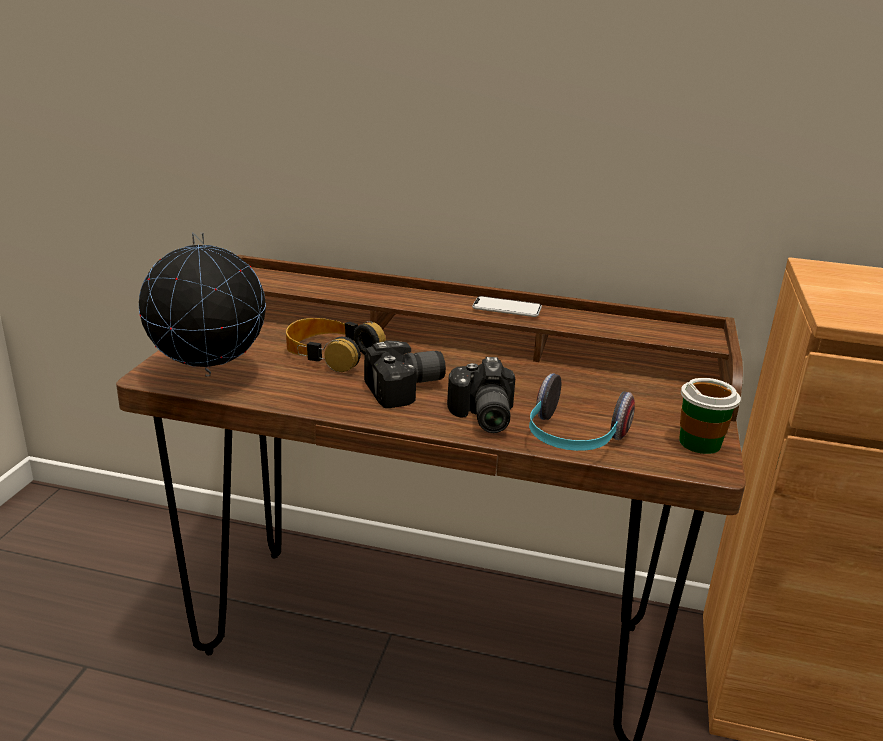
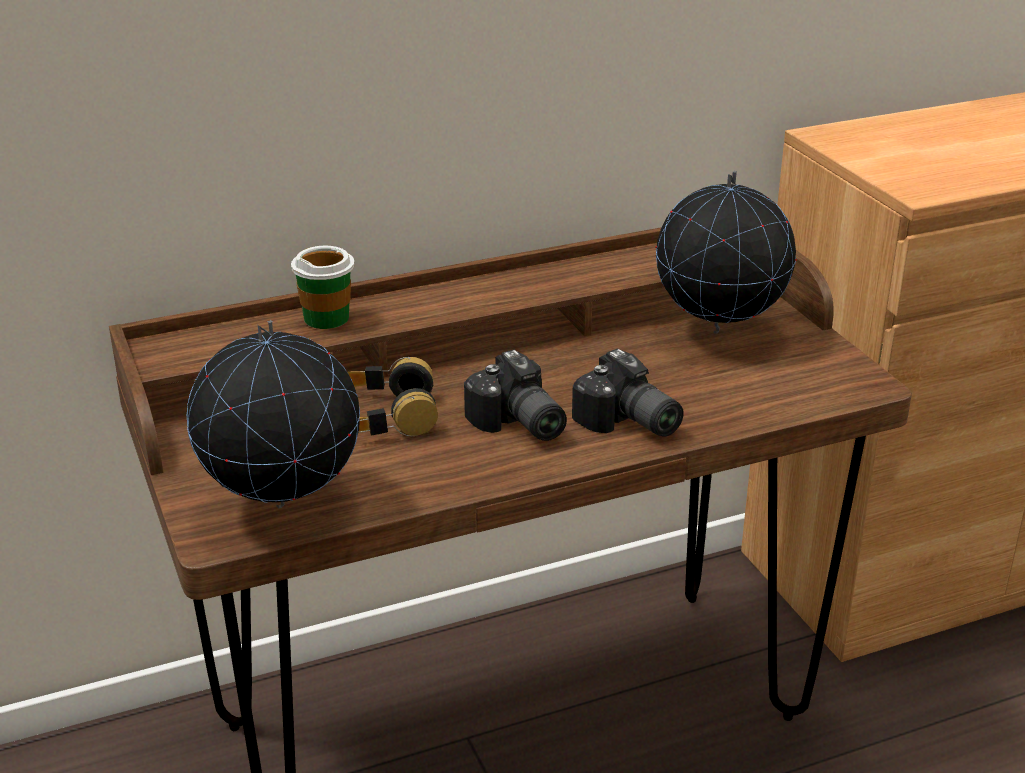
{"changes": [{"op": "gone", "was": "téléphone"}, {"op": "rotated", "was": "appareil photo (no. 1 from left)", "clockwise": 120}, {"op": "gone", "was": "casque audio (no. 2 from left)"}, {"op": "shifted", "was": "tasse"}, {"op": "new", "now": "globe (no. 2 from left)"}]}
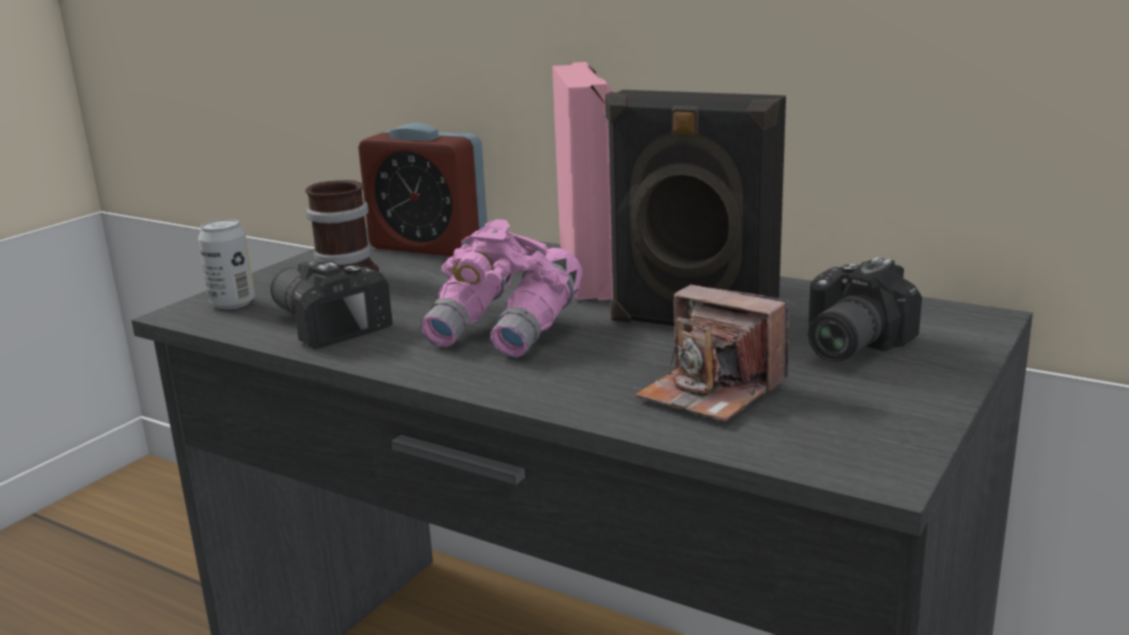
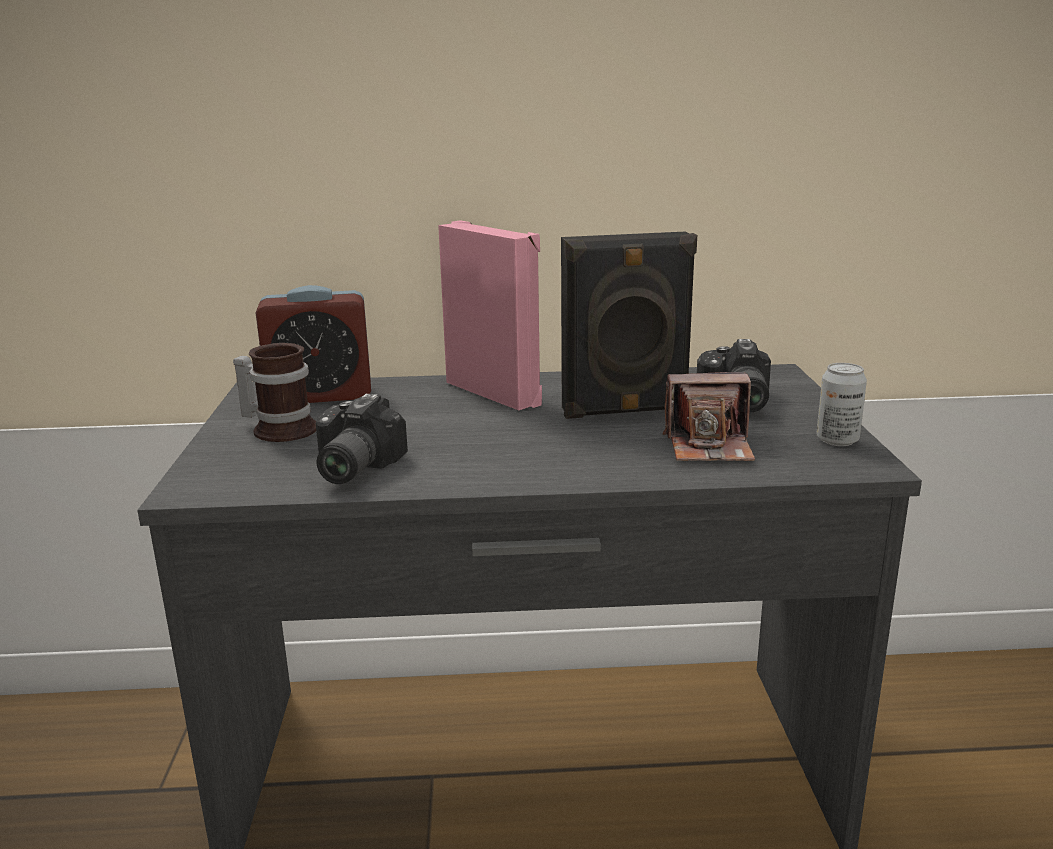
{"changes": [{"op": "shifted", "was": "boîte métallique"}, {"op": "gone", "was": "jumelles/rose"}, {"op": "rotated", "was": "appareil photo (no. 1 from left)", "clockwise": -90}]}
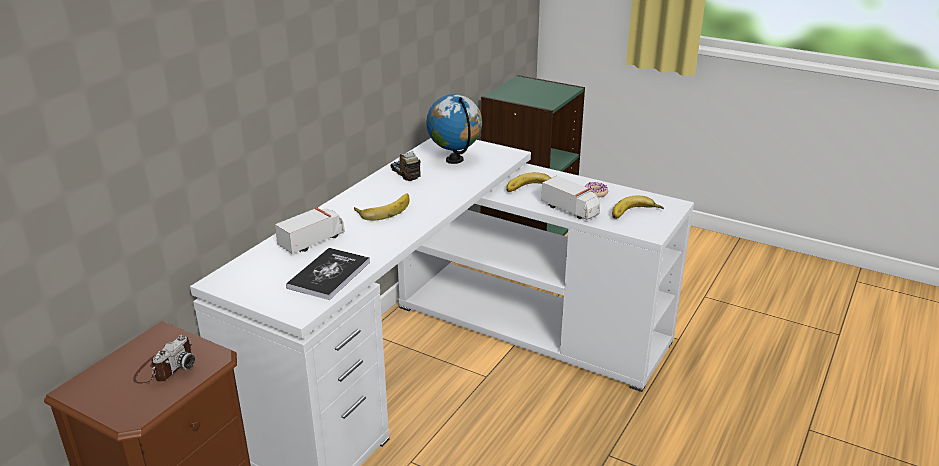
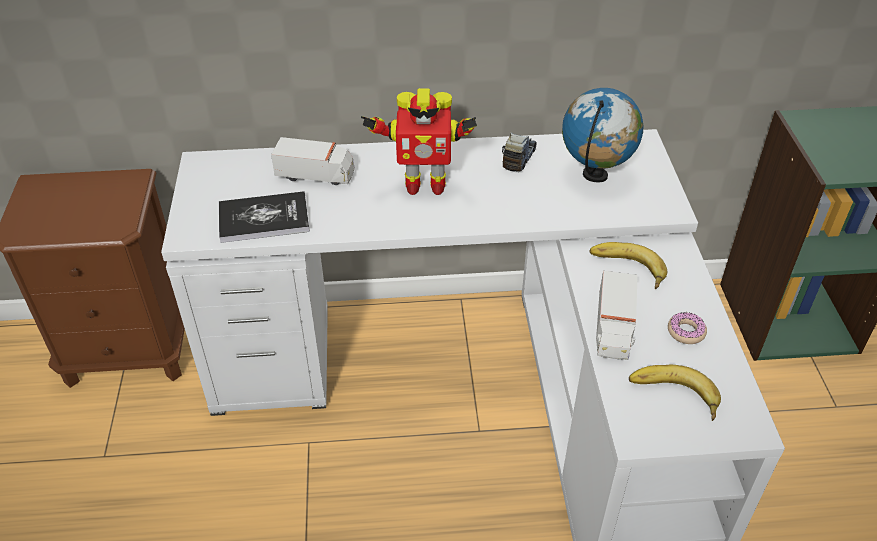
{"changes": [{"op": "swapped", "was": "banane (no. 1 from left)", "now": "robot jouet"}, {"op": "gone", "was": "appareil photo"}]}
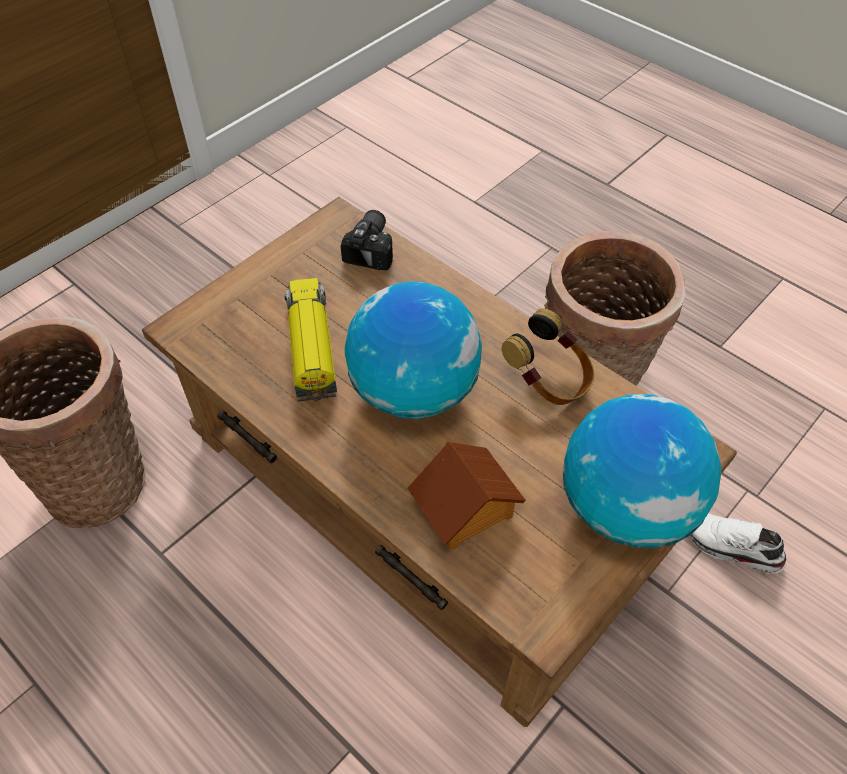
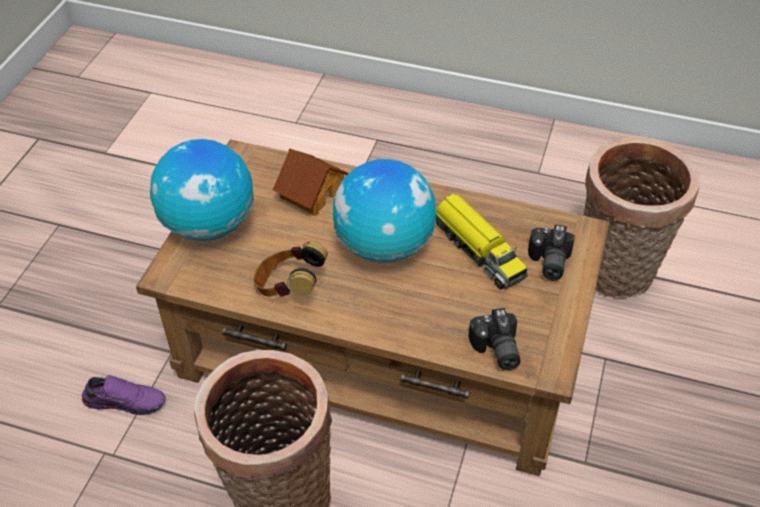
{"changes": [{"op": "repainted", "was": "chaussure/blanc", "now": "chaussure/violet"}, {"op": "new", "now": "appareil photo (no. 2 from left)"}]}
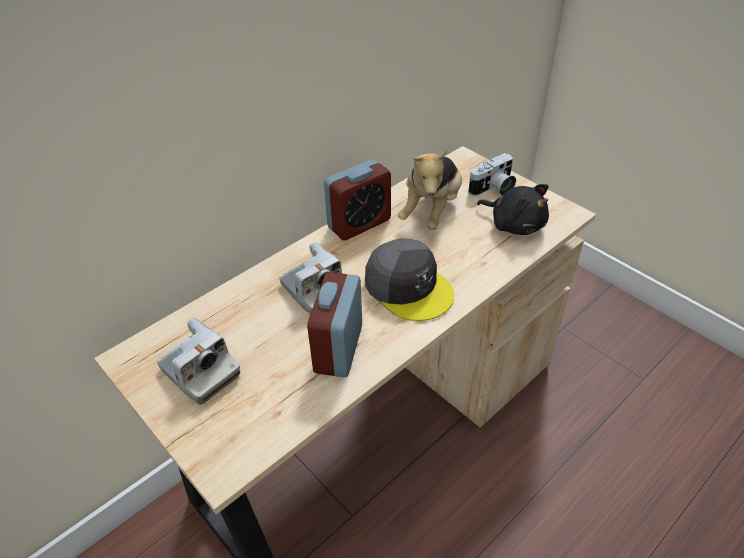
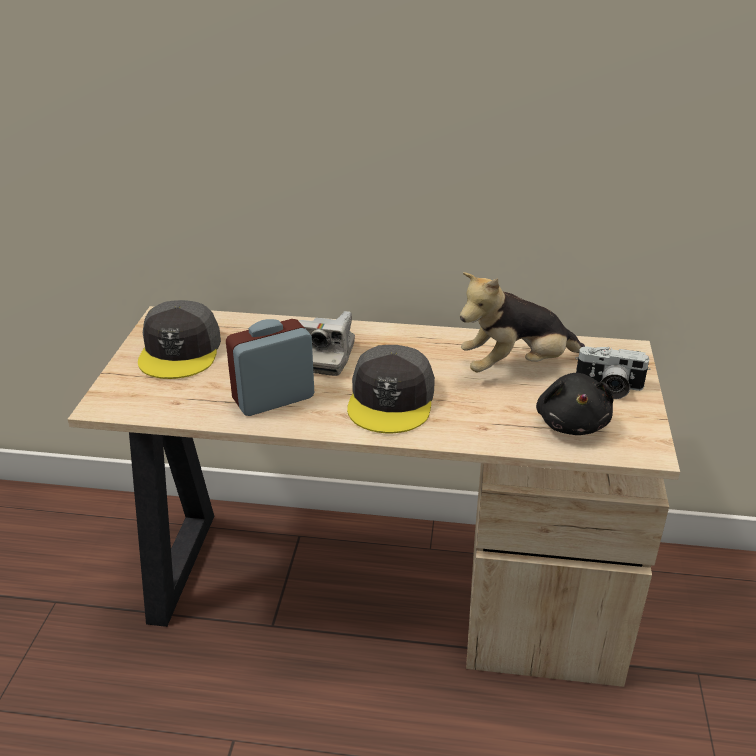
{"changes": [{"op": "gone", "was": "réveil (no. 2 from left)"}, {"op": "swapped", "was": "appareil photo (no. 1 from left)", "now": "casquette/gris (no. 1 from left)"}]}
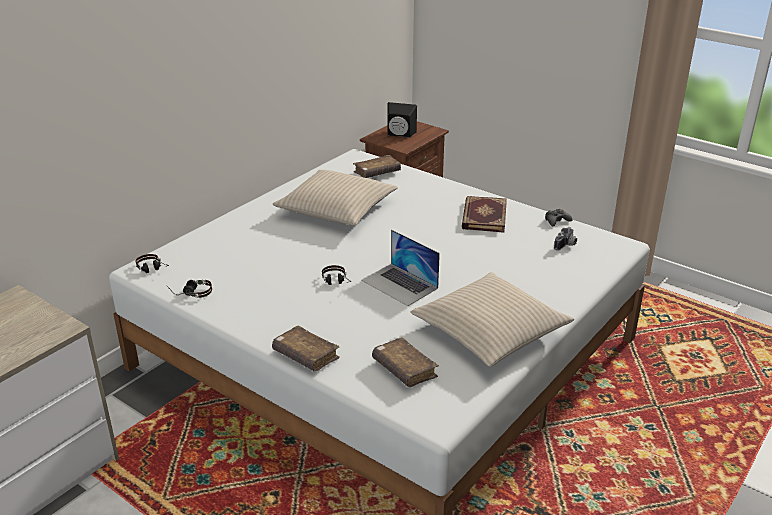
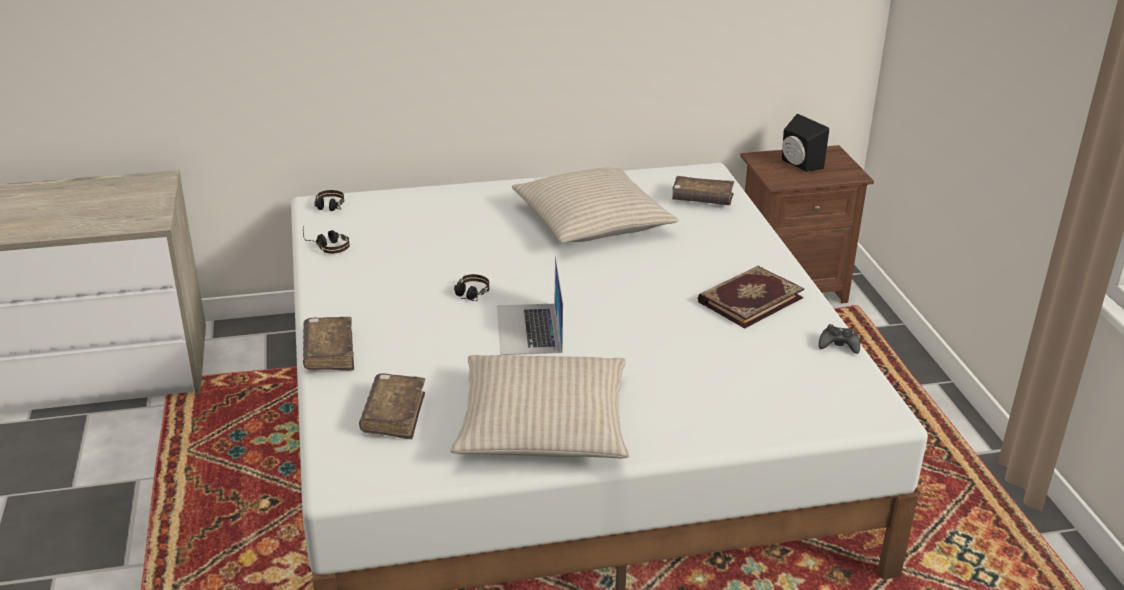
{"changes": [{"op": "gone", "was": "appareil photo"}]}
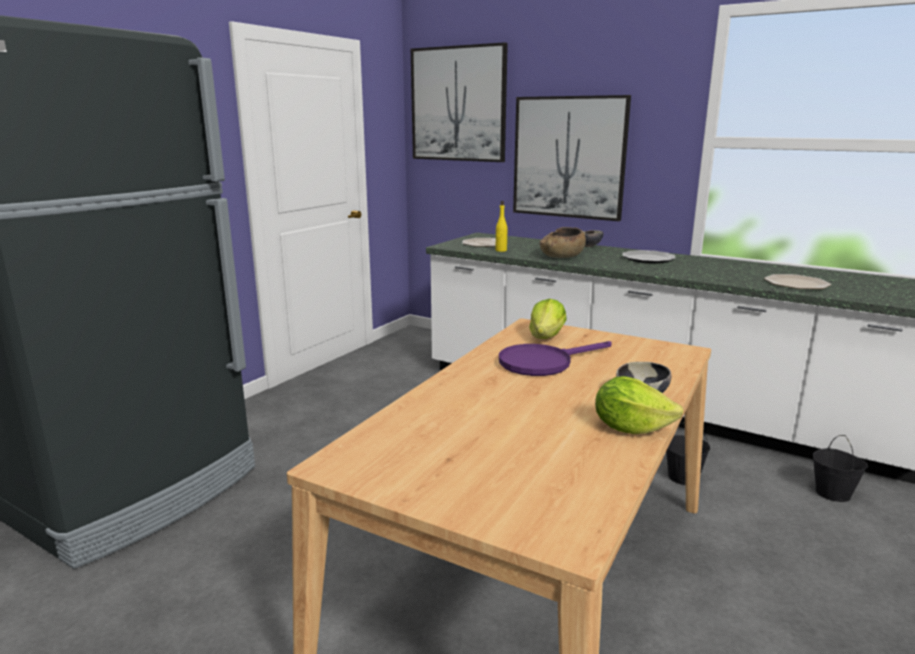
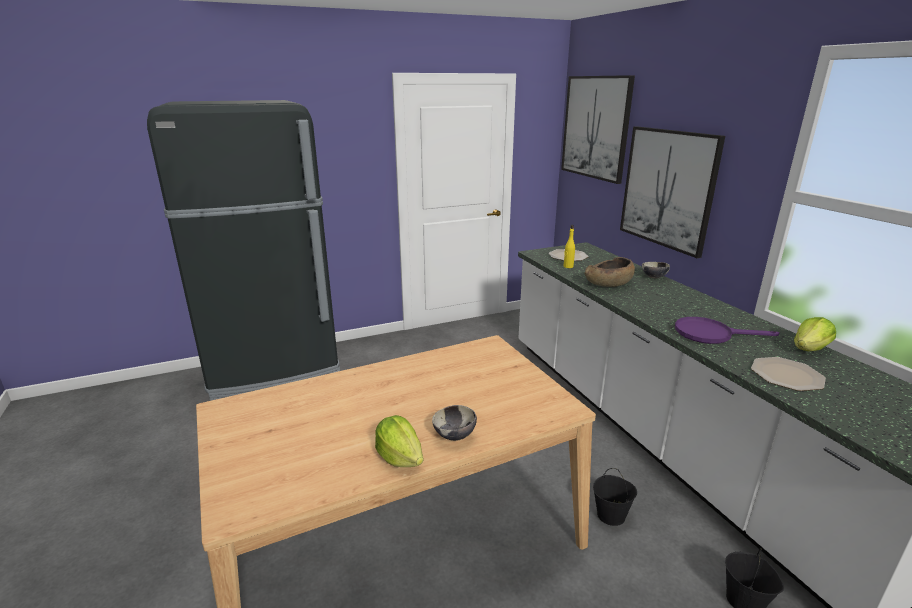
{"changes": [{"op": "gone", "was": "assiette (no. 2 from left)"}, {"op": "shifted", "was": "laitue (no. 1 from left in the first image)", "now": "laitue (no. 2 from left)"}, {"op": "shifted", "was": "poêle/violet"}]}
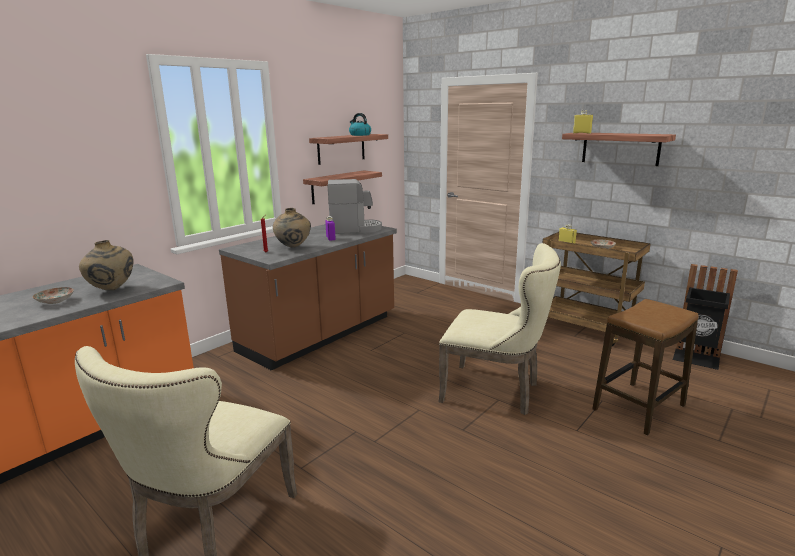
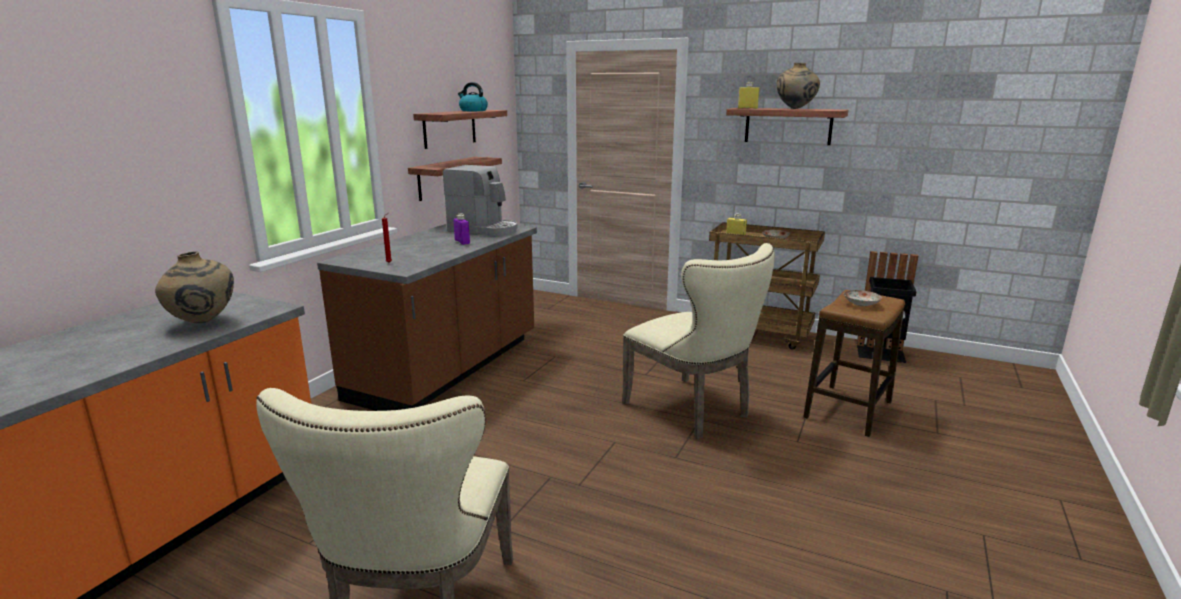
{"changes": [{"op": "rotated", "was": "machine à café", "clockwise": 45}, {"op": "shifted", "was": "vase/beige (no. 2 from left)"}, {"op": "rotated", "was": "chaise/beige (no. 2 from left)", "clockwise": 45}, {"op": "shifted", "was": "assiette (no. 1 from left in the first image)", "now": "assiette (no. 2 from left)"}]}
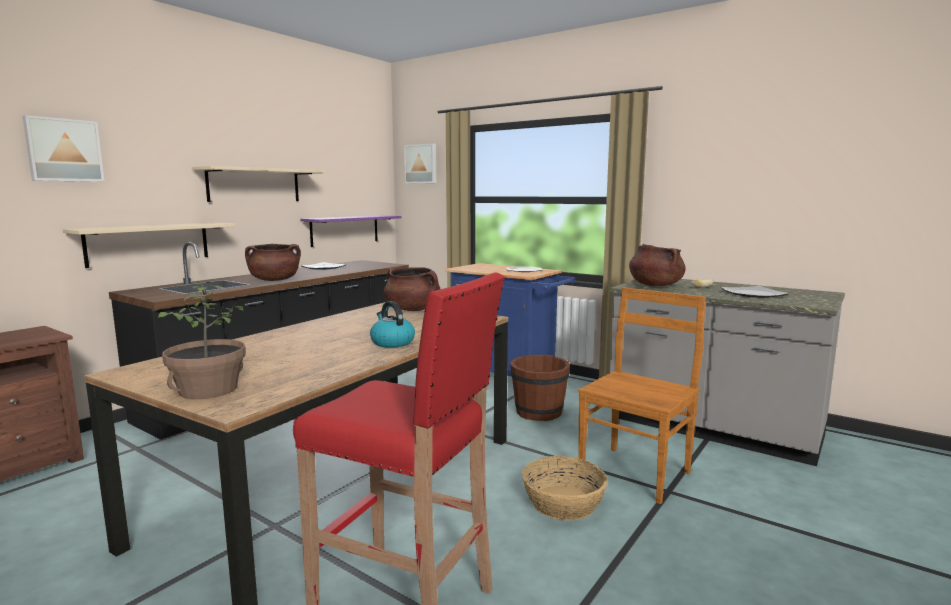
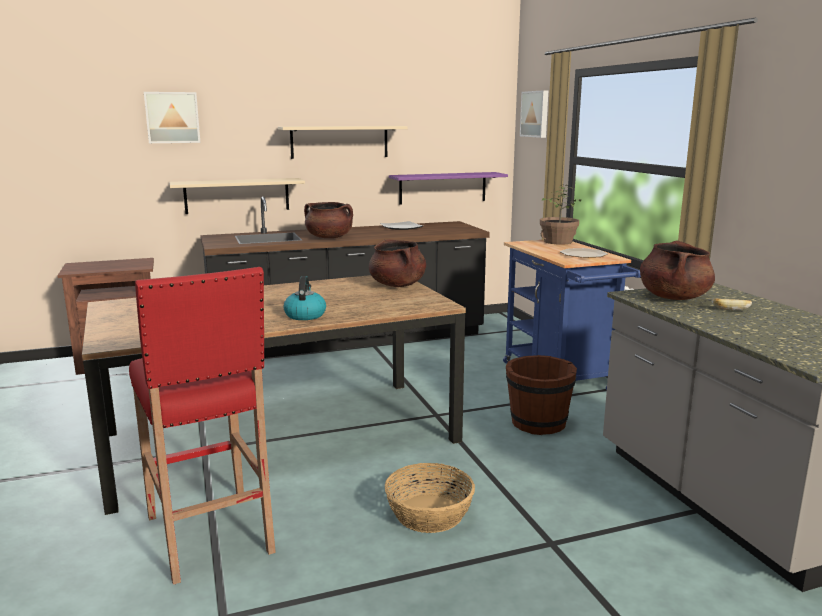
{"changes": [{"op": "shifted", "was": "plante en pot"}, {"op": "gone", "was": "assiette (no. 3 from left)"}, {"op": "gone", "was": "chaise/marron"}]}
